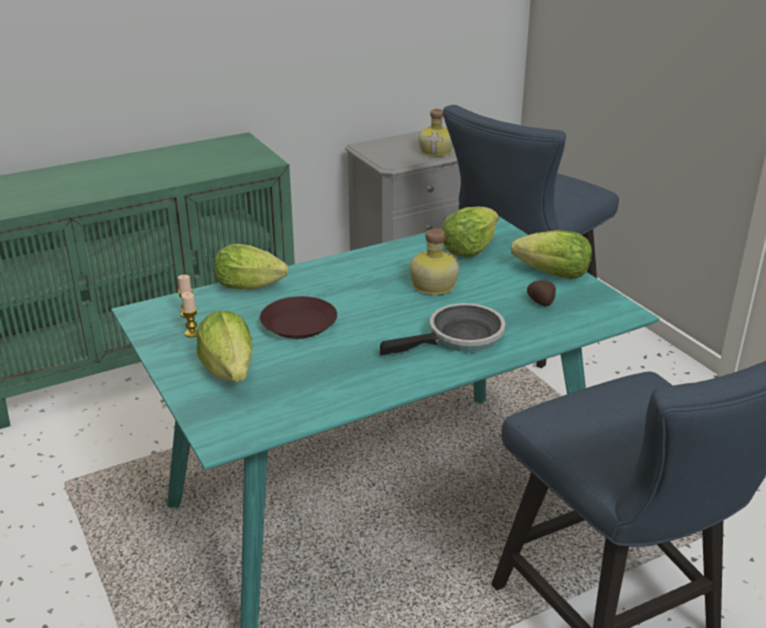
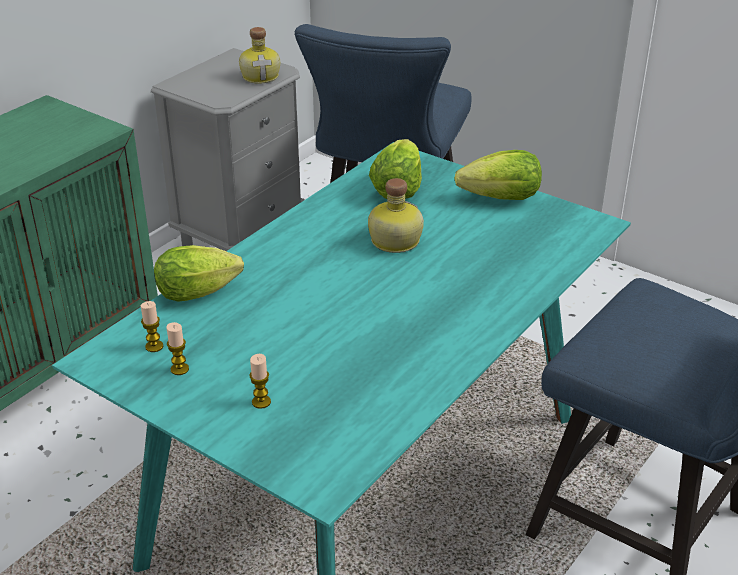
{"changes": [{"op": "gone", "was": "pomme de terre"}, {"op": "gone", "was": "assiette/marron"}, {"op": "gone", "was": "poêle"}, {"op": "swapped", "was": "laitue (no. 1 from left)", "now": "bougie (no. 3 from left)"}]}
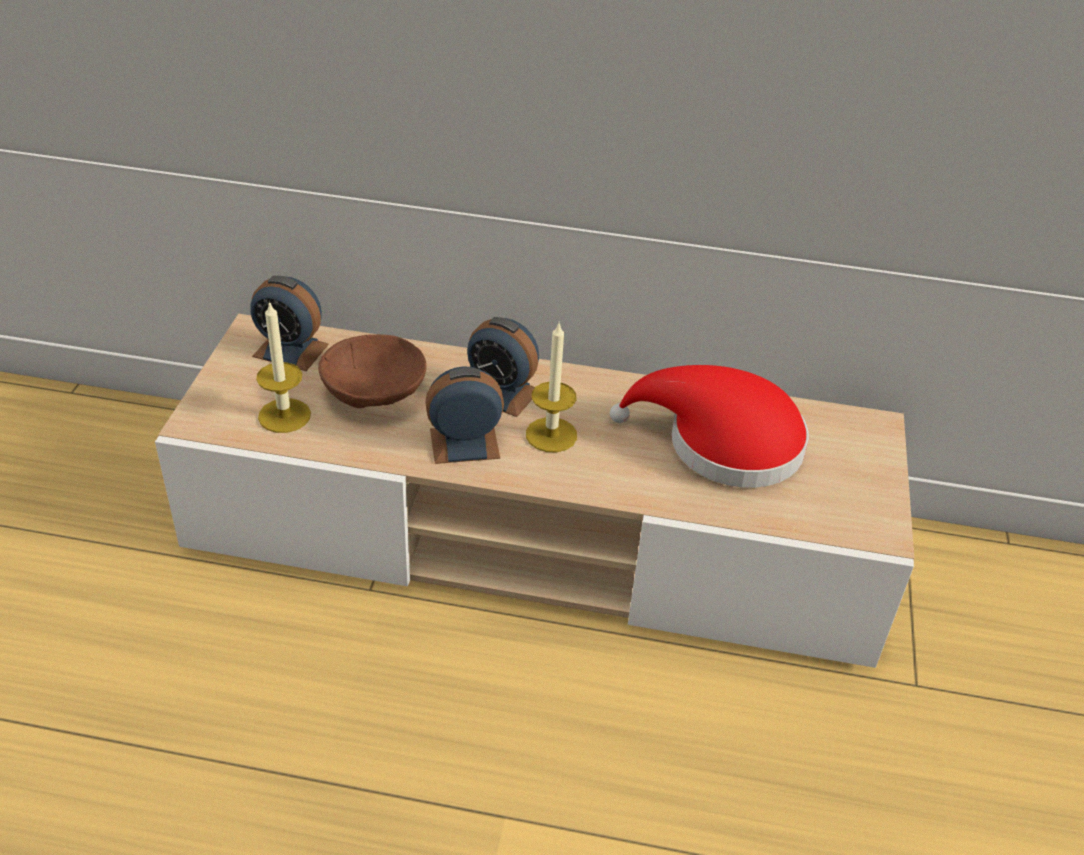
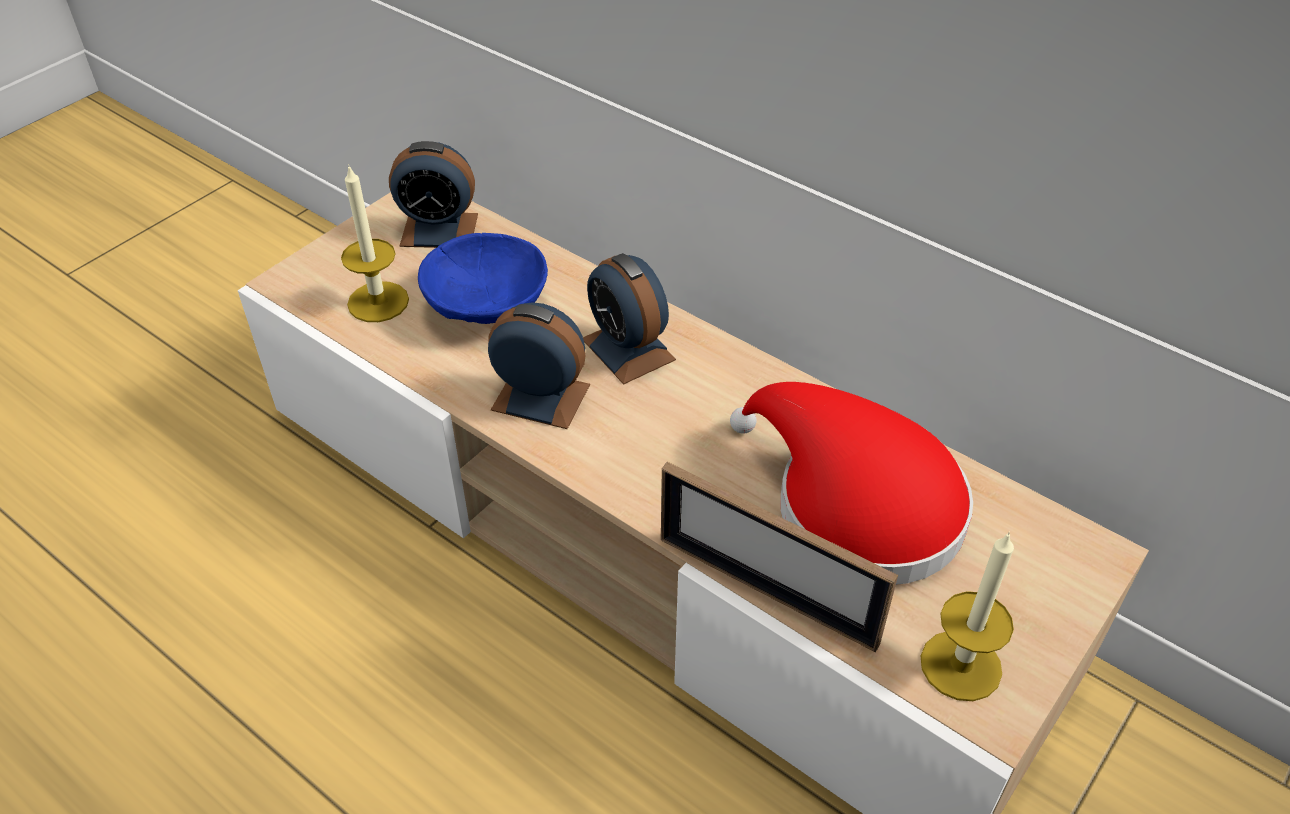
{"changes": [{"op": "rotated", "was": "réveil (no. 1 from left)", "clockwise": -45}, {"op": "shifted", "was": "bougie (no. 2 from left)"}, {"op": "repainted", "was": "bol/marron", "now": "bol/bleu"}, {"op": "new", "now": "cadre photo"}]}
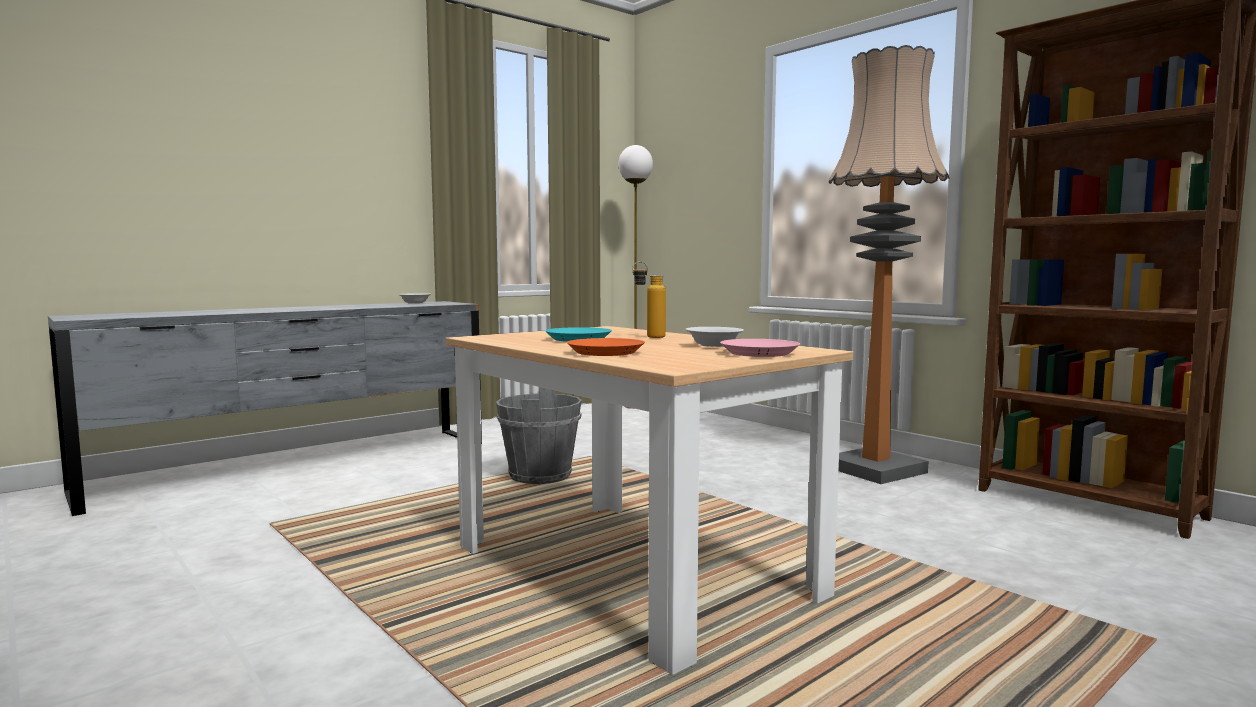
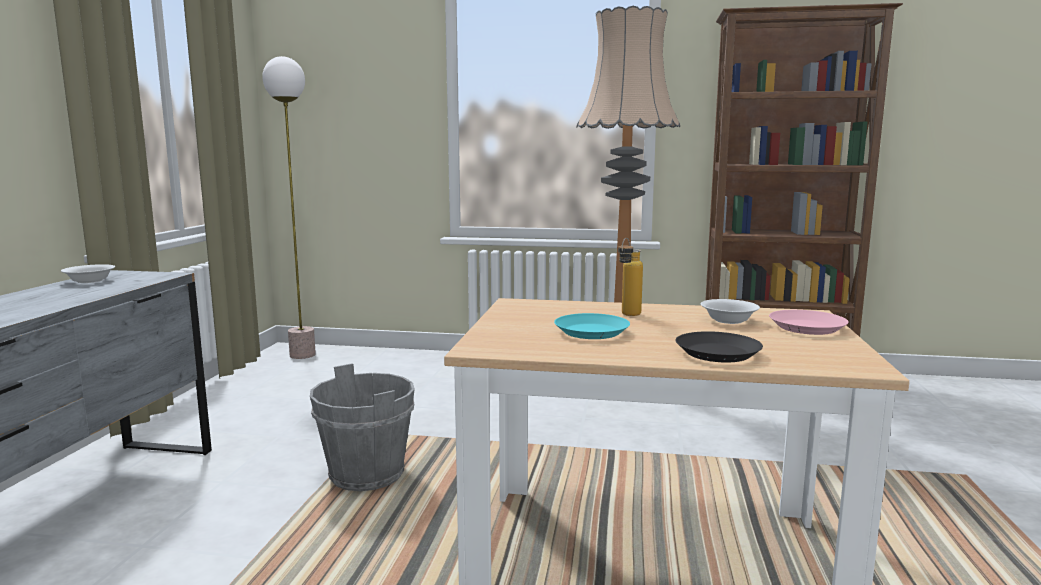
{"changes": [{"op": "repainted", "was": "assiette/orange", "now": "assiette/noir"}]}
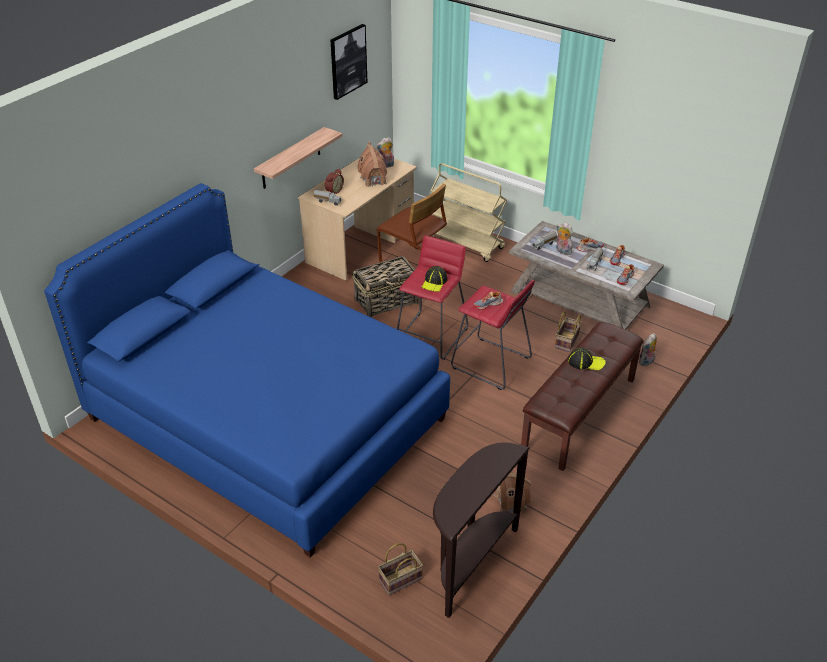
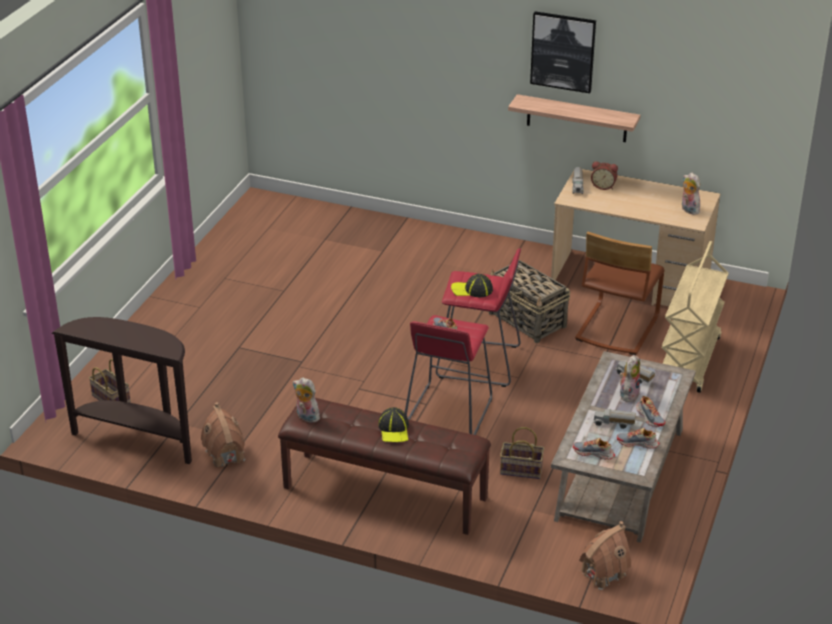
{"changes": [{"op": "shifted", "was": "tableau"}, {"op": "shifted", "was": "maison miniature (no. 1 from left in the first image)", "now": "maison miniature (no. 2 from left)"}, {"op": "gone", "was": "lit/bleu"}, {"op": "shifted", "was": "peluche (no. 3 from left in the first image)", "now": "peluche (no. 1 from left)"}]}
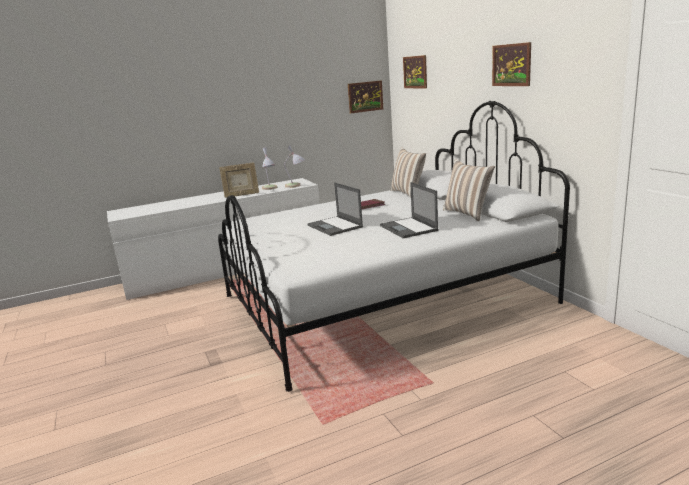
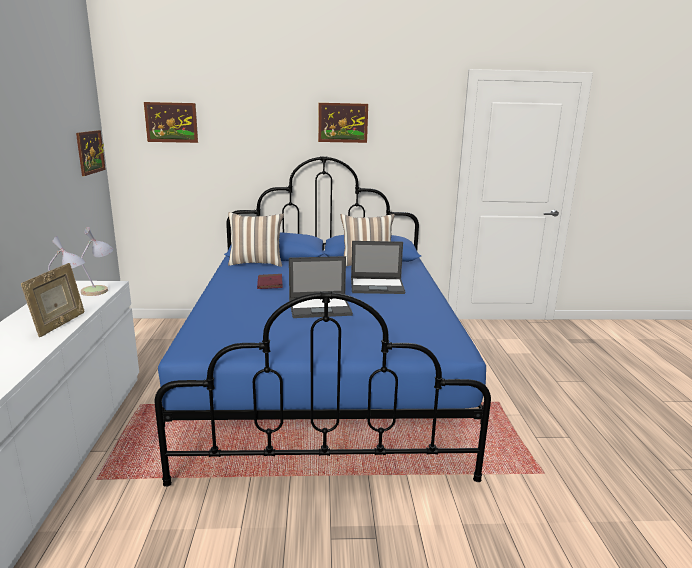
{"changes": [{"op": "repainted", "was": "lit/blanc", "now": "lit/bleu"}]}
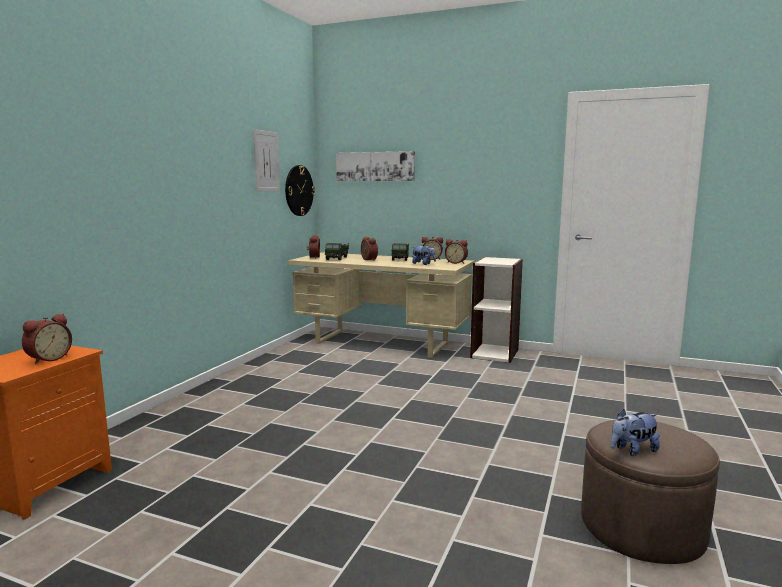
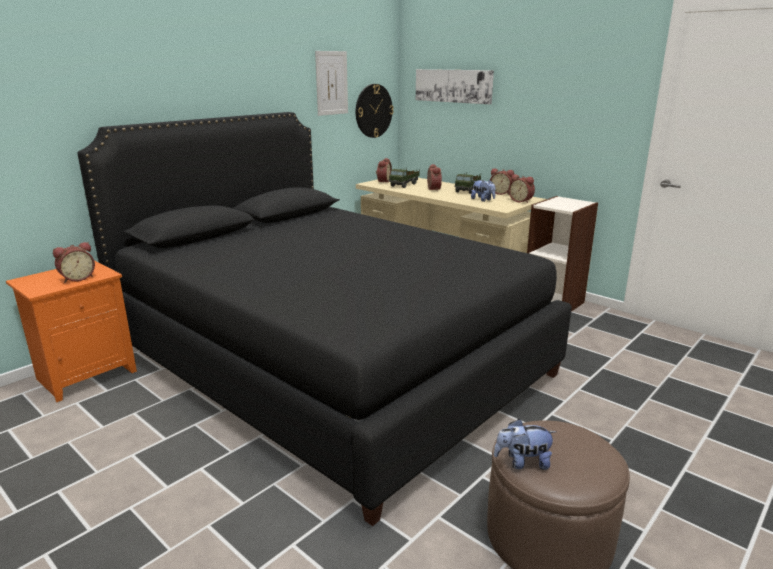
{"changes": [{"op": "new", "now": "lit/noir"}]}
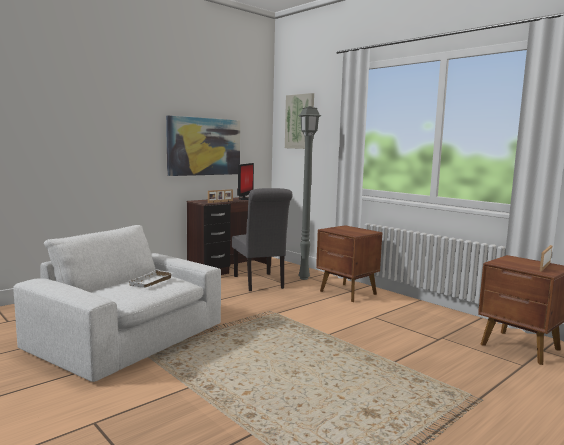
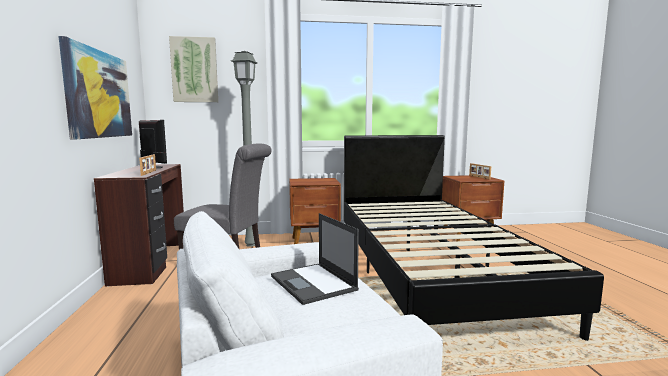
{"changes": [{"op": "swapped", "was": "plateau/blanc", "now": "ordinateur portable"}, {"op": "new", "now": "lit/noir"}]}
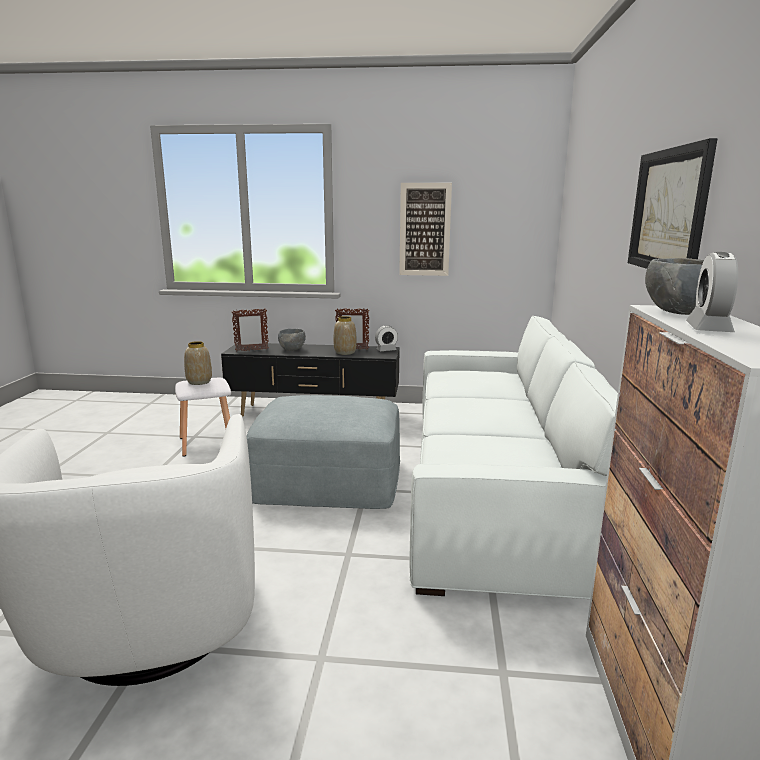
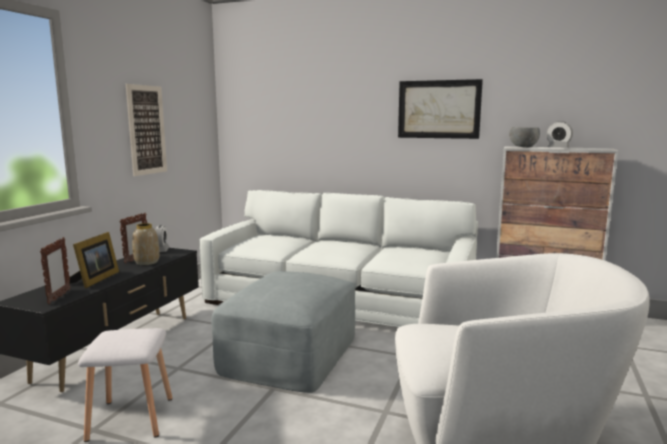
{"changes": [{"op": "swapped", "was": "bol/gris (no. 1 from left)", "now": "cadre photo (no. 2 from left)"}, {"op": "gone", "was": "vase (no. 1 from left)"}]}
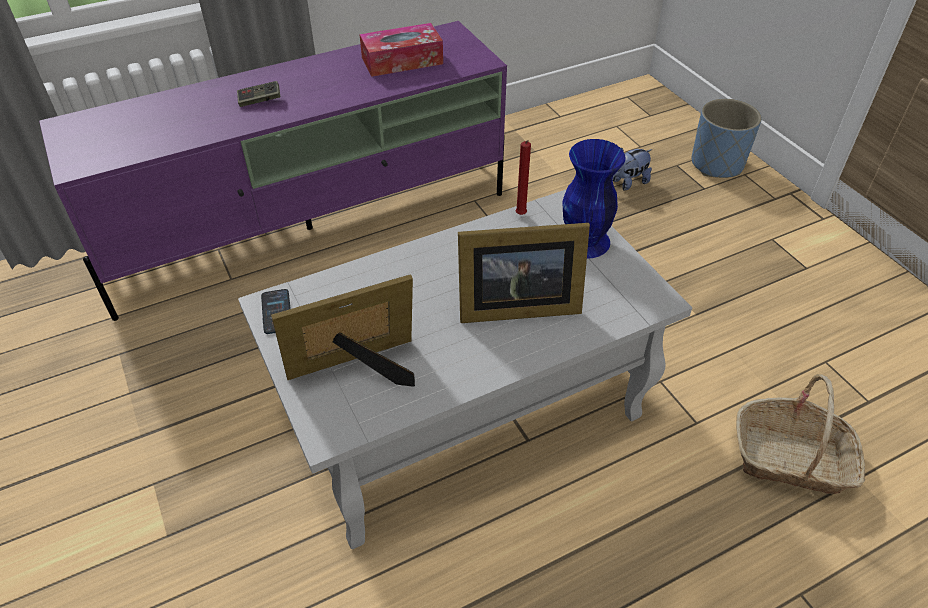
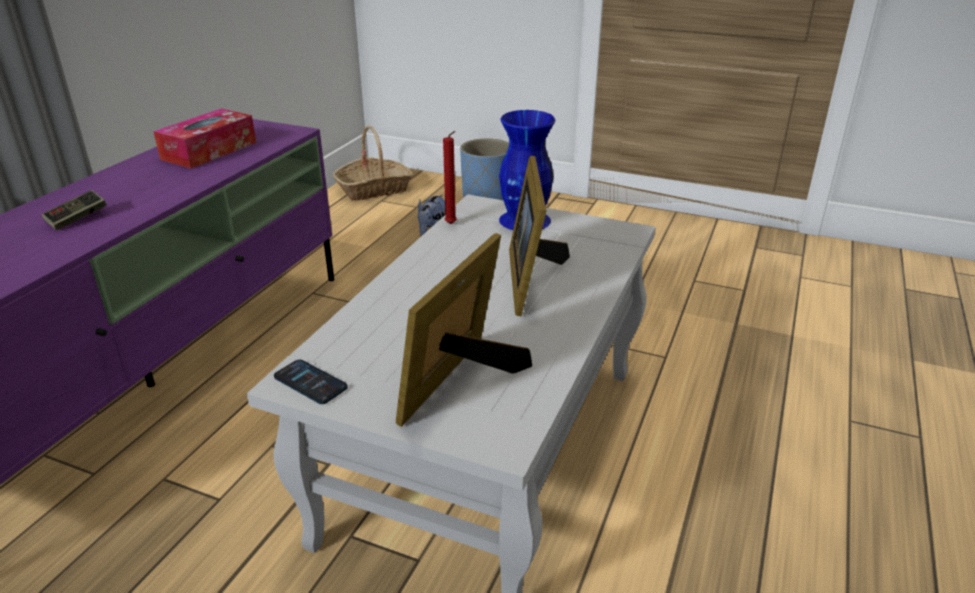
{"changes": [{"op": "rotated", "was": "cadre photo (no. 2 from left)", "clockwise": 135}, {"op": "shifted", "was": "panier"}]}
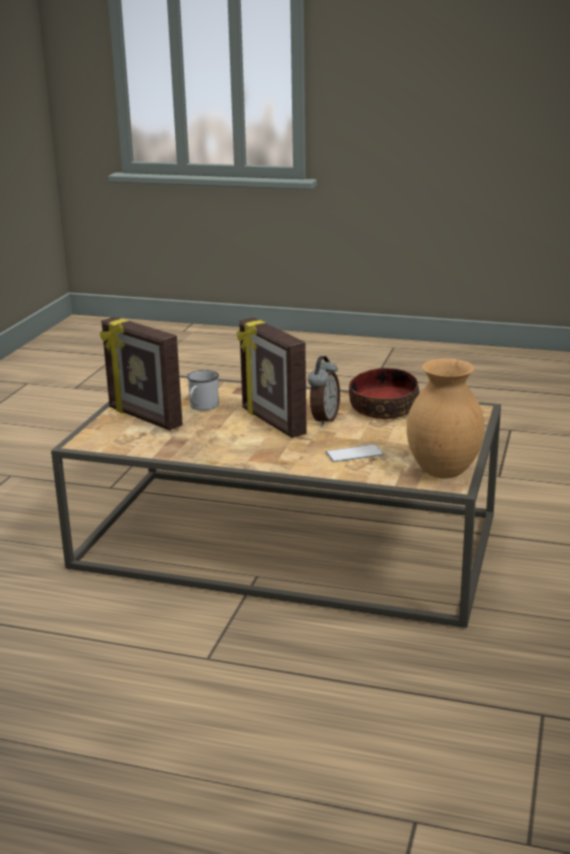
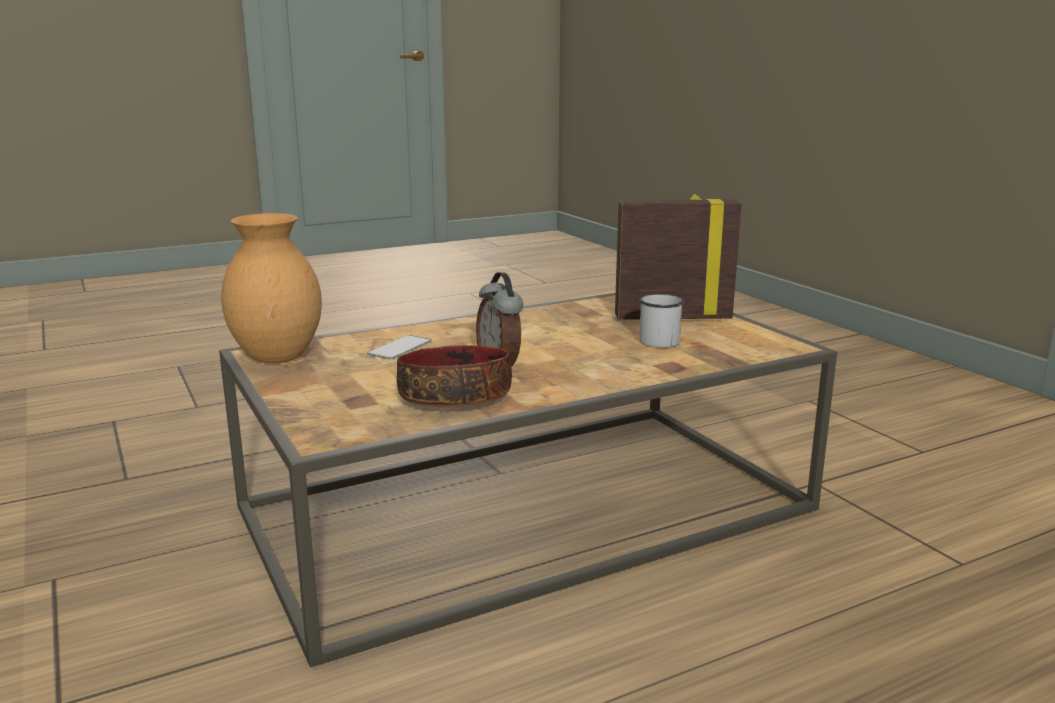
{"changes": [{"op": "gone", "was": "cadre photo (no. 2 from left)"}]}
